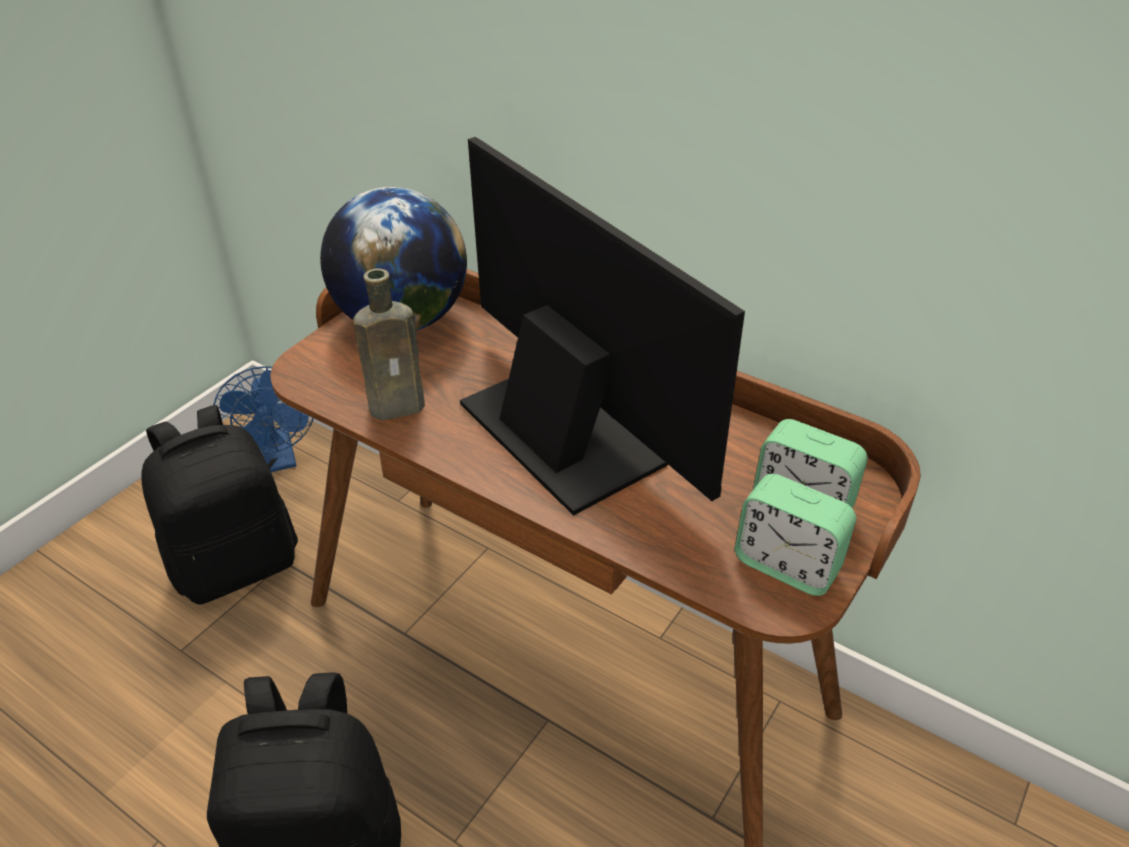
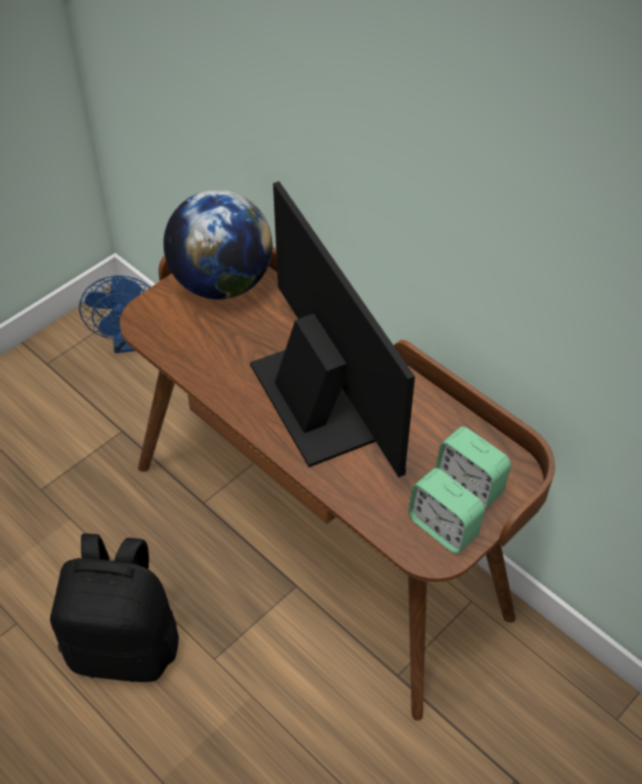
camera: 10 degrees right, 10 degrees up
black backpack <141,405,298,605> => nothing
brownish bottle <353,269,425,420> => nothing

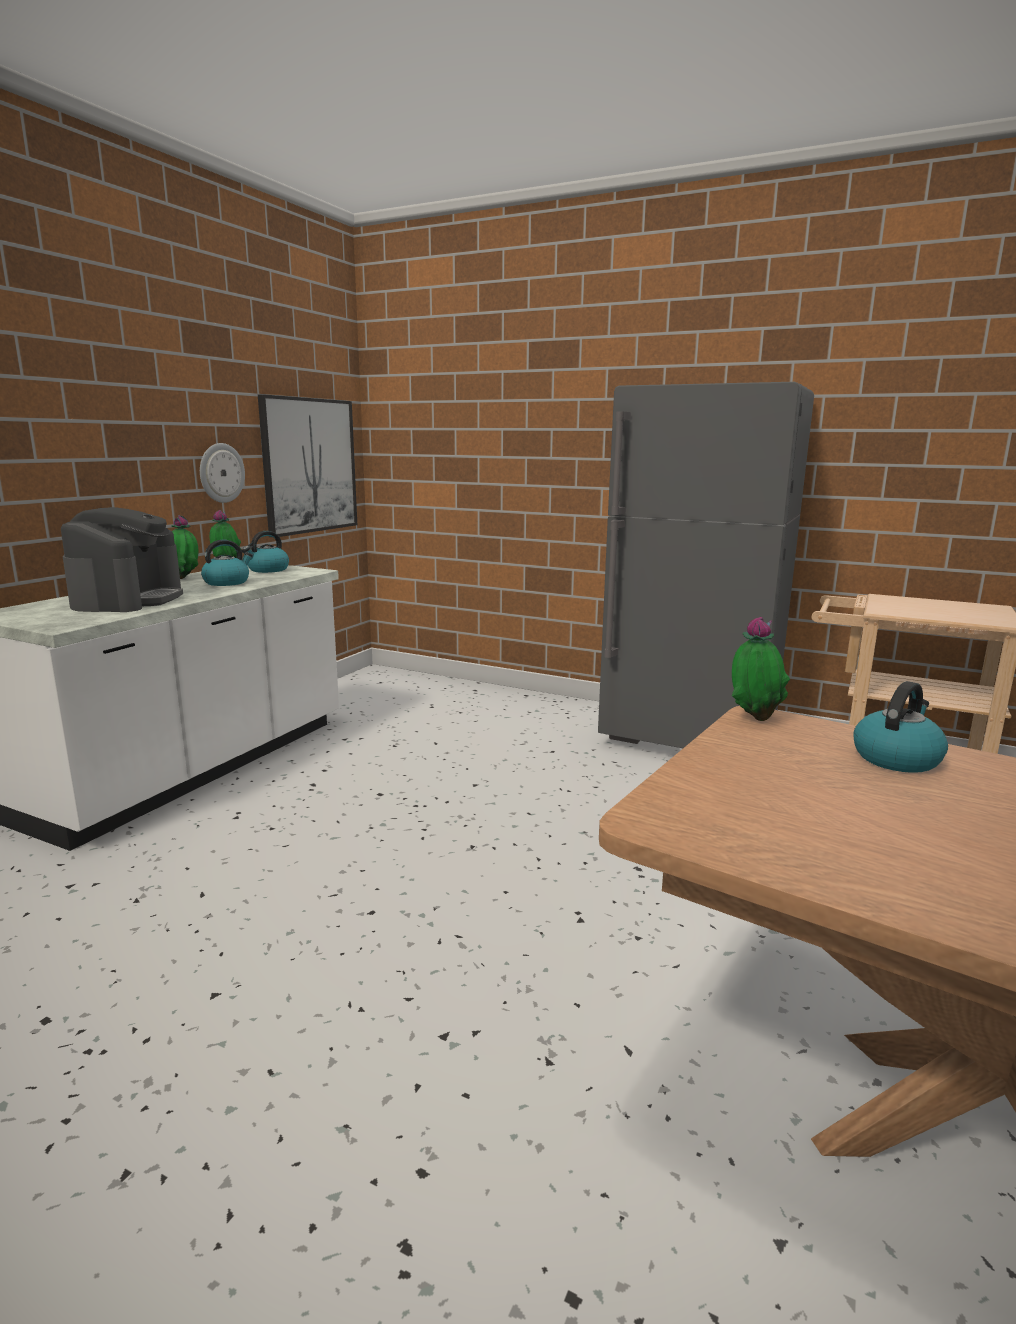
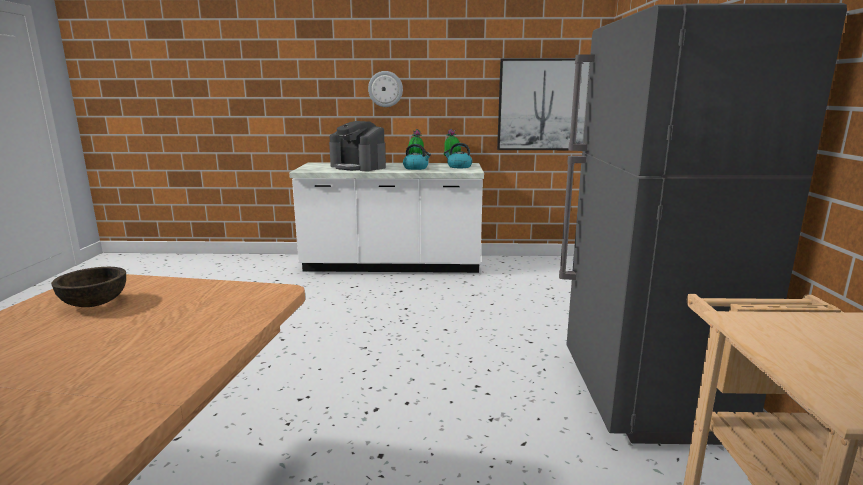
camera: 65 degrees right, 0 degrees up
coffee brewer <61,507,183,612> => coffee brewer <329,121,386,171>, 60 degrees clockwise
clock on the wall <200,443,245,503> => clock on the wall <368,71,403,107>, shifted
potted plant <732,617,790,721> => nothing
kettle <854,681,948,773> => nothing
nothing => brownish deep dish <51,267,126,307>

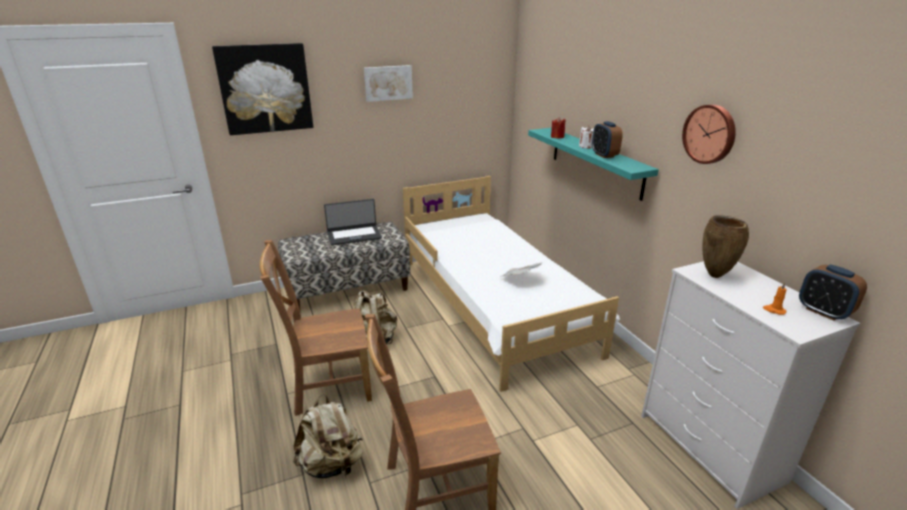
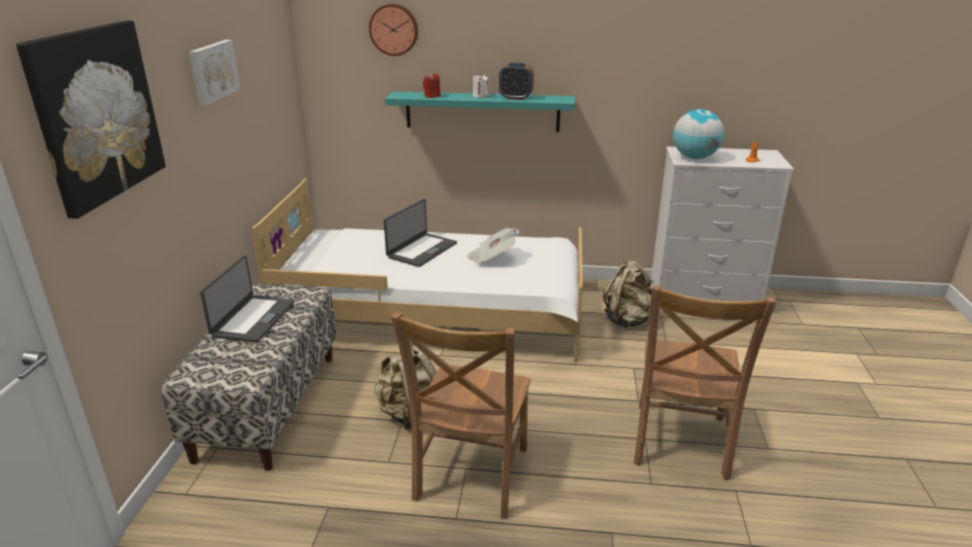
camera: 60 degrees left, 0 degrees up
sand-coloured backpack <293,394,363,478> => sand-coloured backpack <603,257,654,327>, shifted
clock on the wall <682,104,736,164> => clock on the wall <369,4,418,56>, shifted
brownish flower vase <702,215,749,278> => world globe <673,109,724,159>
alarm clock <799,264,867,321> => nothing
nothing => laptop <384,199,457,267>

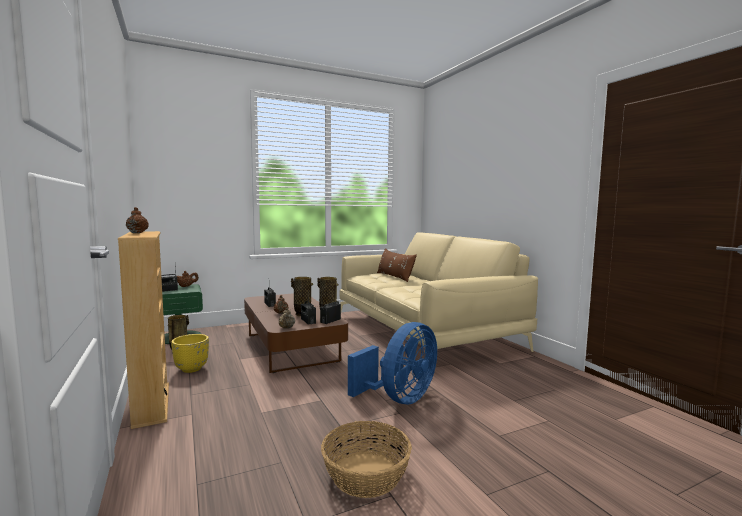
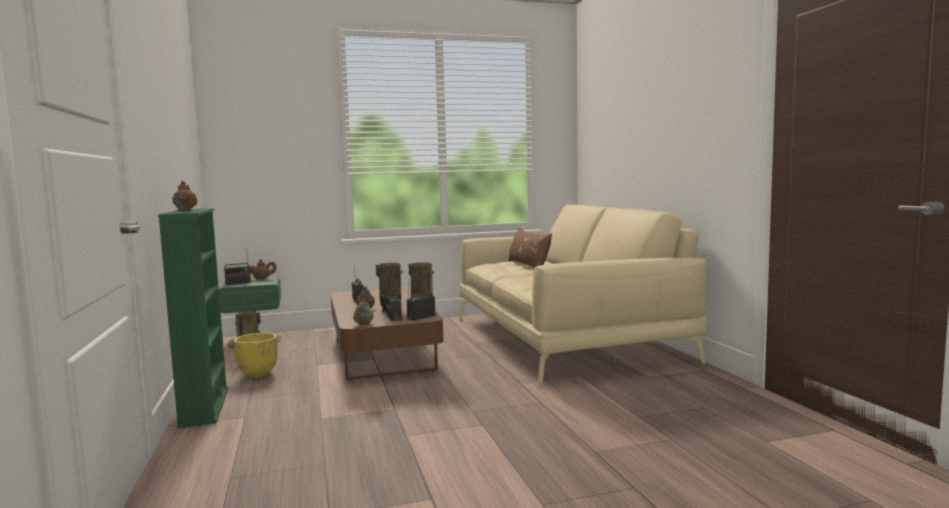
camera: 10 degrees right, 0 degrees up
sand-coloured bookshelf <118,231,169,429> => greenish bookshelf <158,208,229,428>
basket <321,421,412,498> => nothing
blue cooling fan <348,322,437,404> => nothing

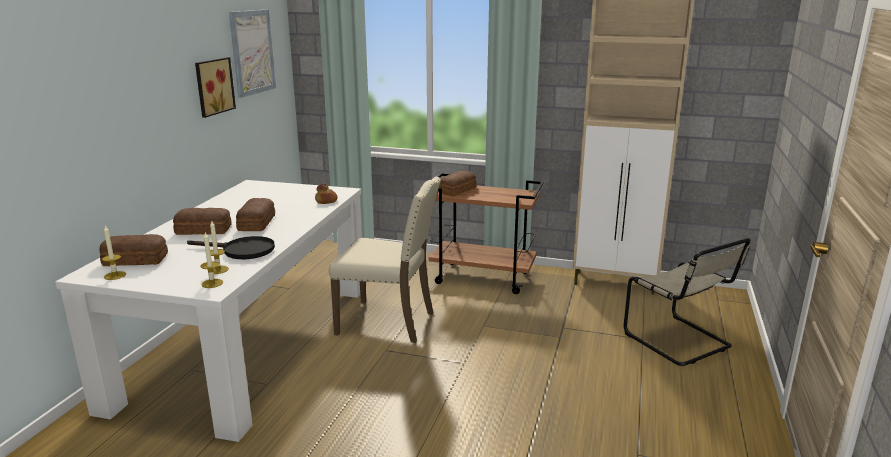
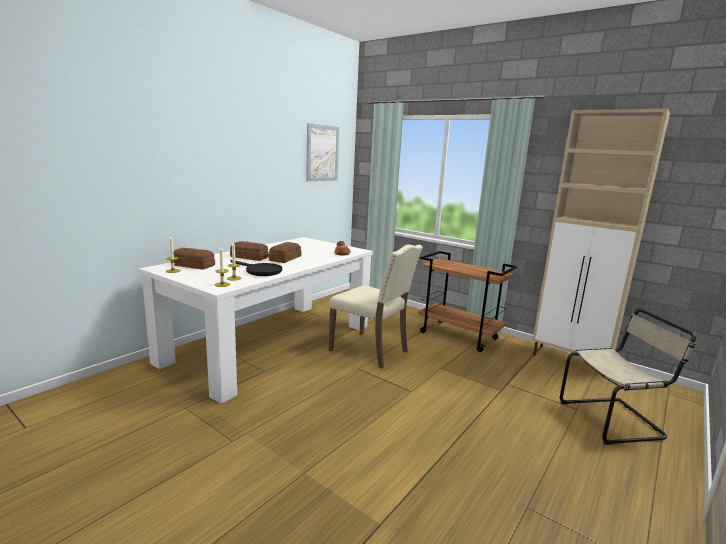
camera: 20 degrees right, 5 degrees down
picture <195,57,236,118> => nothing
bread <438,171,477,196> => nothing
sand-coloured plain chair <624,238,750,366> => sand-coloured plain chair <560,309,696,445>, 90 degrees counterclockwise

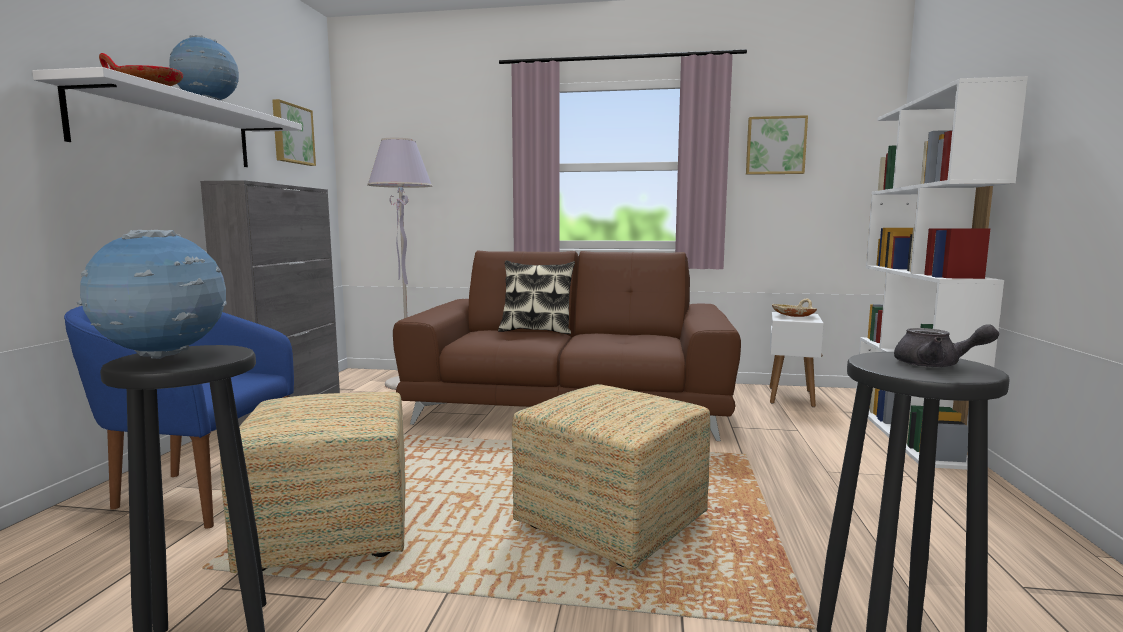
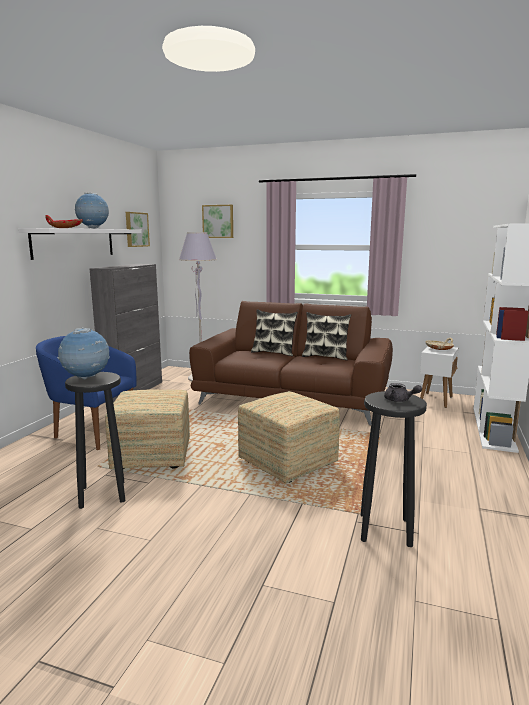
camera: 10 degrees right, 5 degrees up
picture <746,115,808,175> => picture <202,205,233,238>, shifted
nothing => pillow <302,312,351,360>

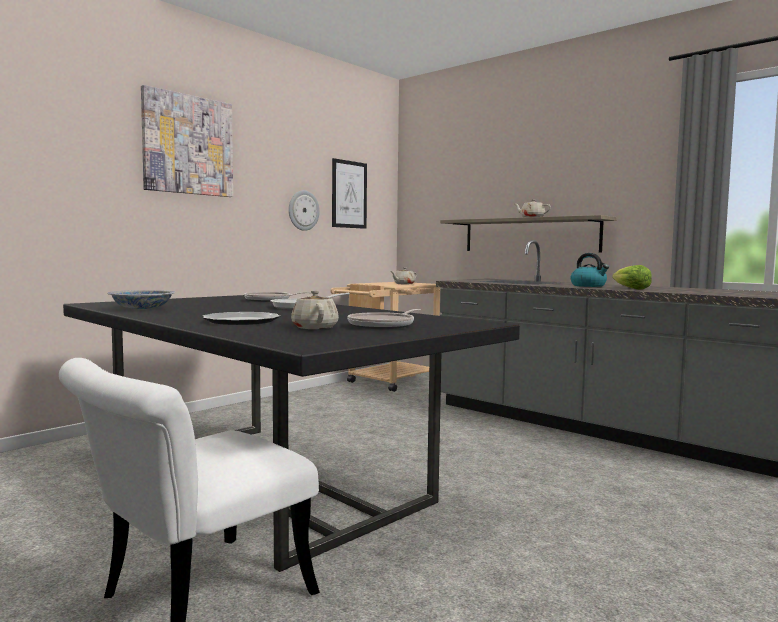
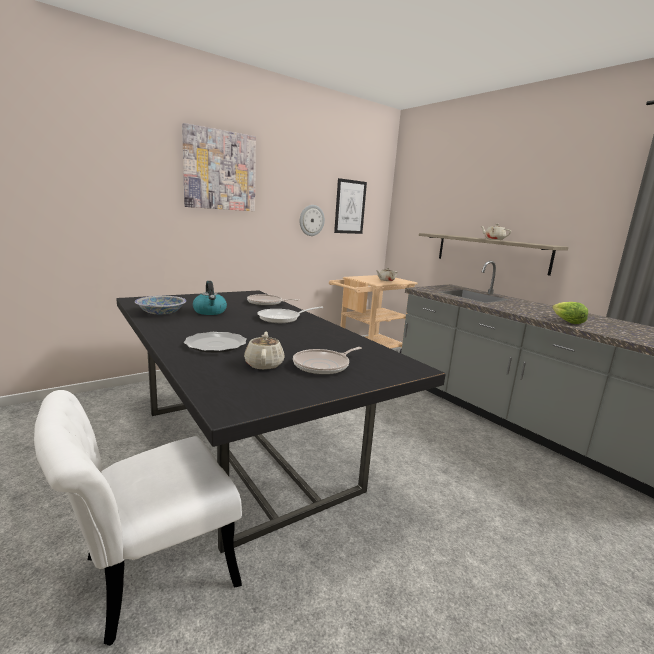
camera: 10 degrees right, 10 degrees up
kettle <571,253,609,287> => kettle <193,281,227,315>, shifted

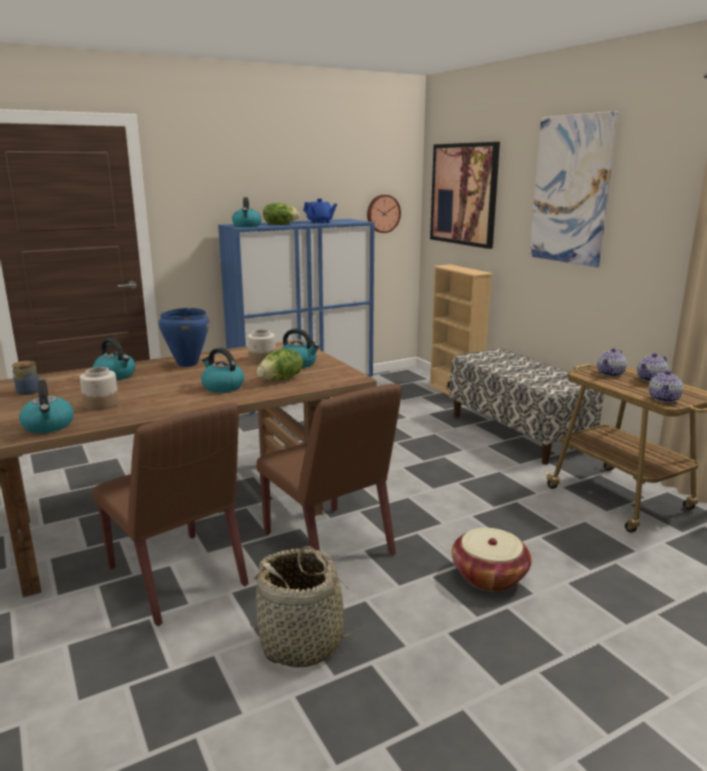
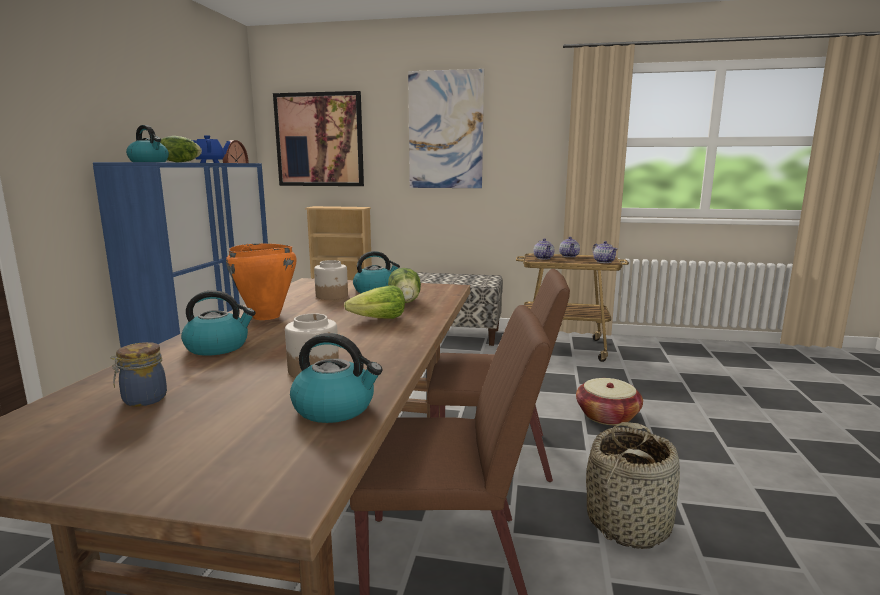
camera: 50 degrees left, 5 degrees down
blue cooking pot <158,308,209,367> => orange cooking pot <226,243,297,320>
kettle <201,348,244,393> => lettuce head <344,285,405,319>

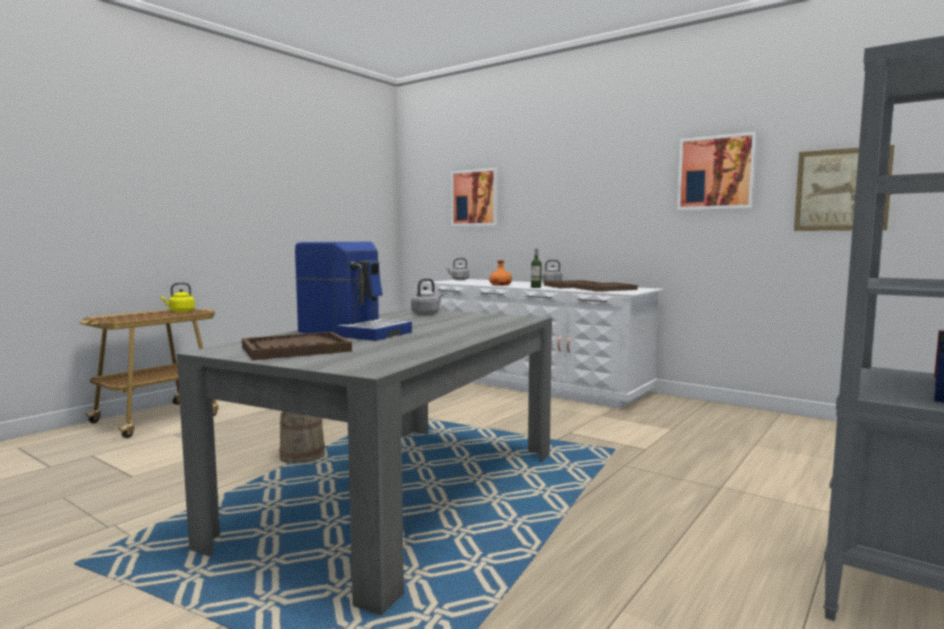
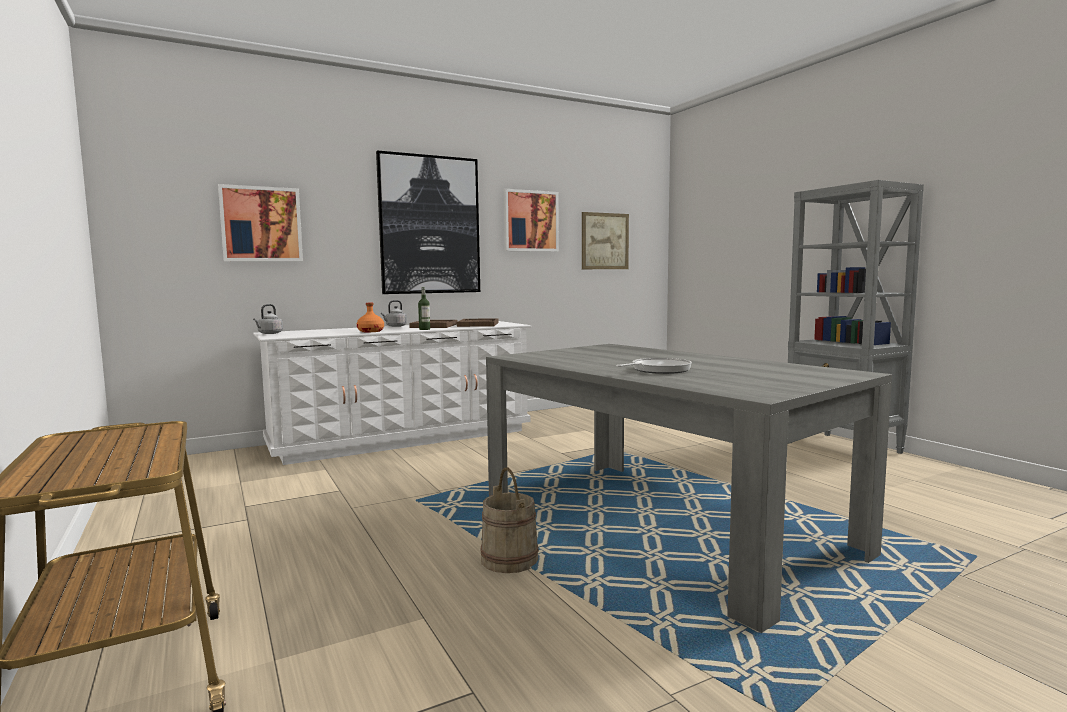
camera: 65 degrees left, 0 degrees up
yellow kettle <161,283,195,312> => nothing
brownish serving tray <242,332,352,360> => nothing
coffee brewer <295,242,412,341> => frying pan <616,358,692,374>
grey kettle <411,278,444,315> => nothing
nothing => picture <376,150,480,294>

